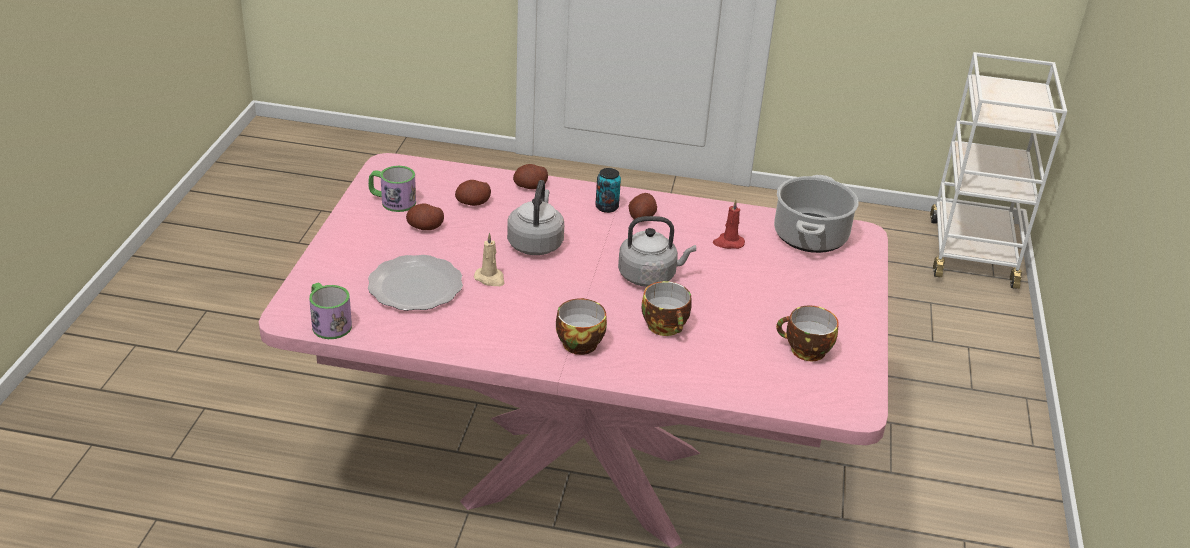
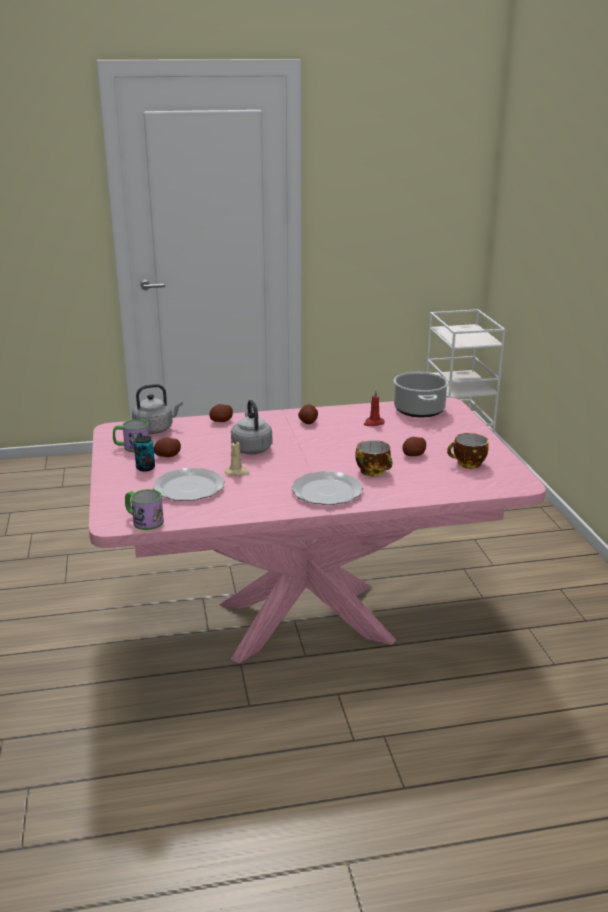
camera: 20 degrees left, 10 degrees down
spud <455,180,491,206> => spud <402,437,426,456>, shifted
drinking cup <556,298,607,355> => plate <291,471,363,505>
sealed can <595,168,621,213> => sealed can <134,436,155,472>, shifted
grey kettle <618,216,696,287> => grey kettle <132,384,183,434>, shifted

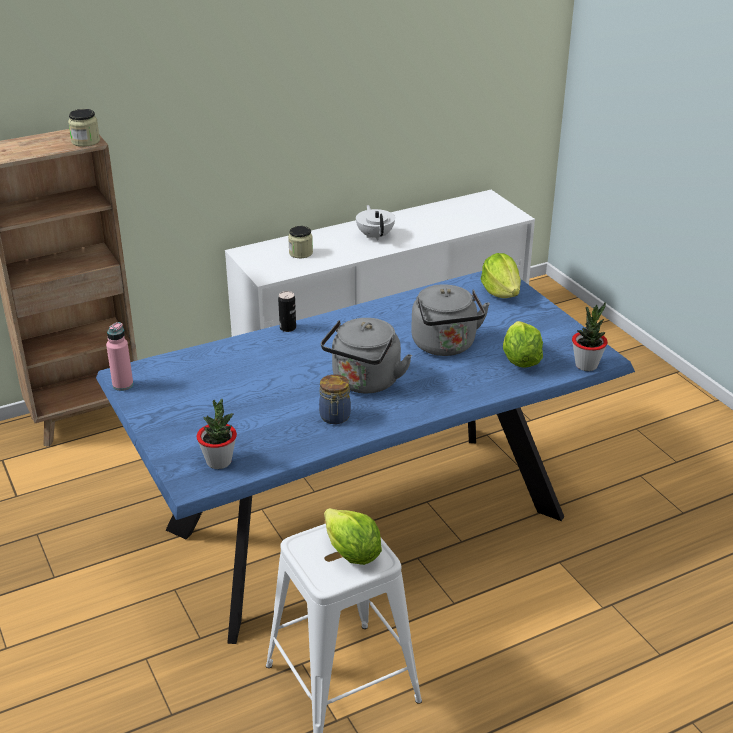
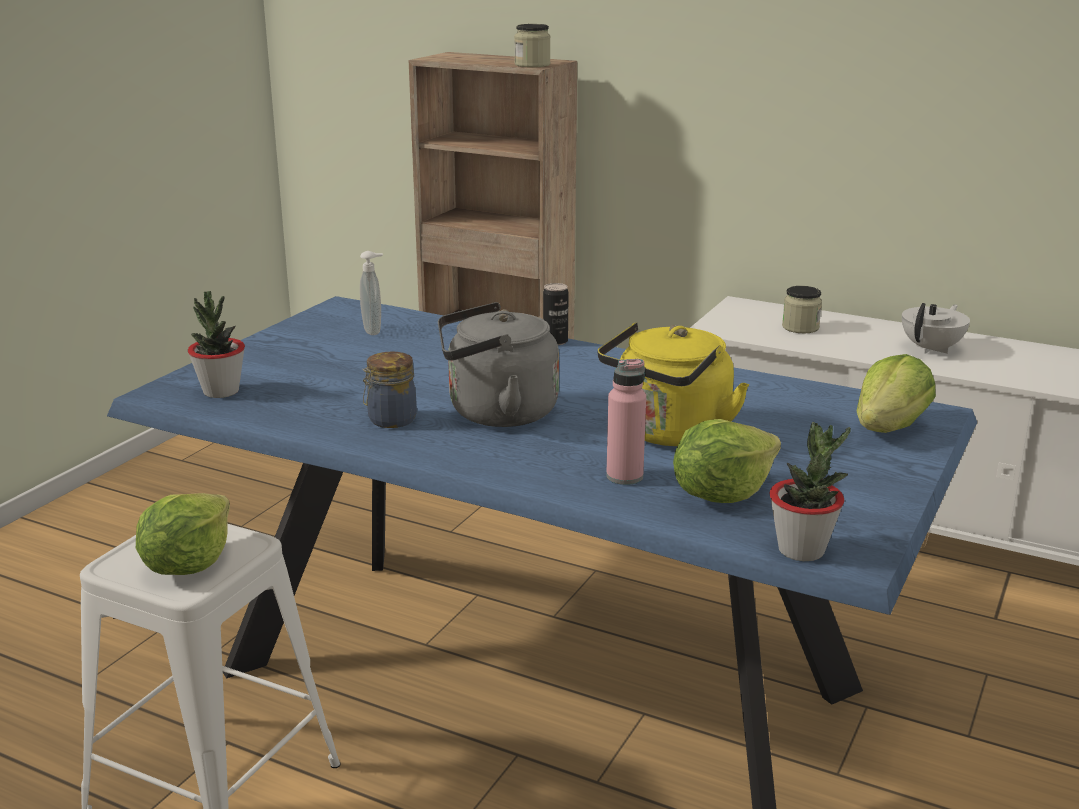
camera: 55 degrees right, 10 degrees down
pink bottle <106,322,133,391> => pink bottle <606,359,646,485>, shifted
grey kettle <411,284,490,356> => yellow kettle <598,322,749,446>
nothing => soap bottle <360,251,383,335>

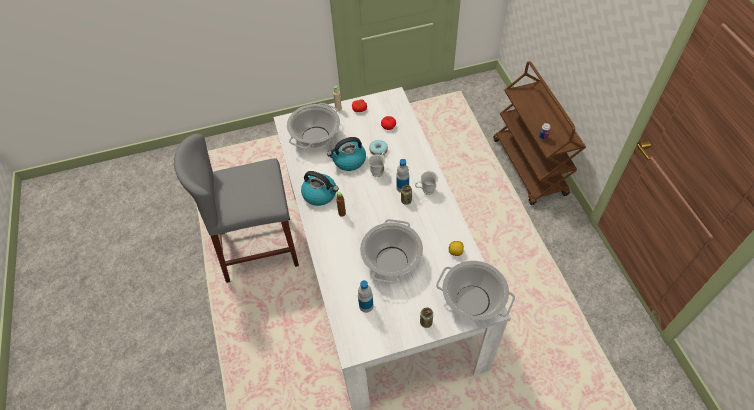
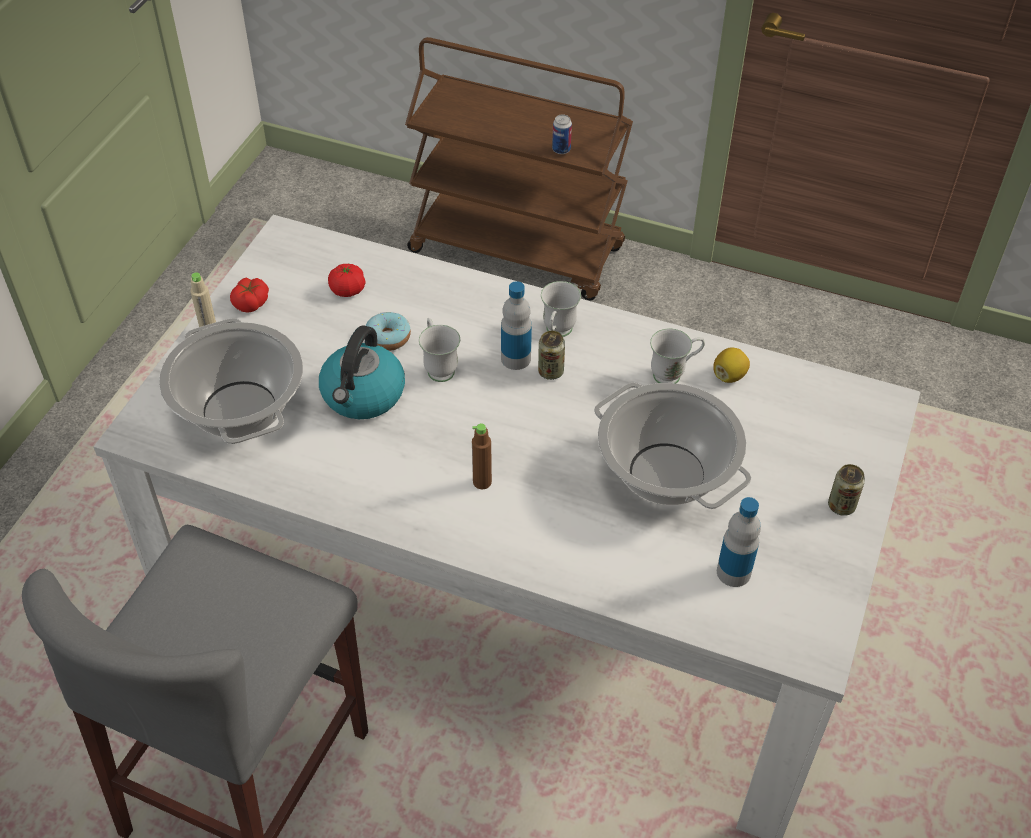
camera: 55 degrees left, 5 degrees down
kettle <301,171,339,206> => nothing
cooking pot <436,261,515,320> => nothing
nothing => white coffee mug <650,328,705,383>

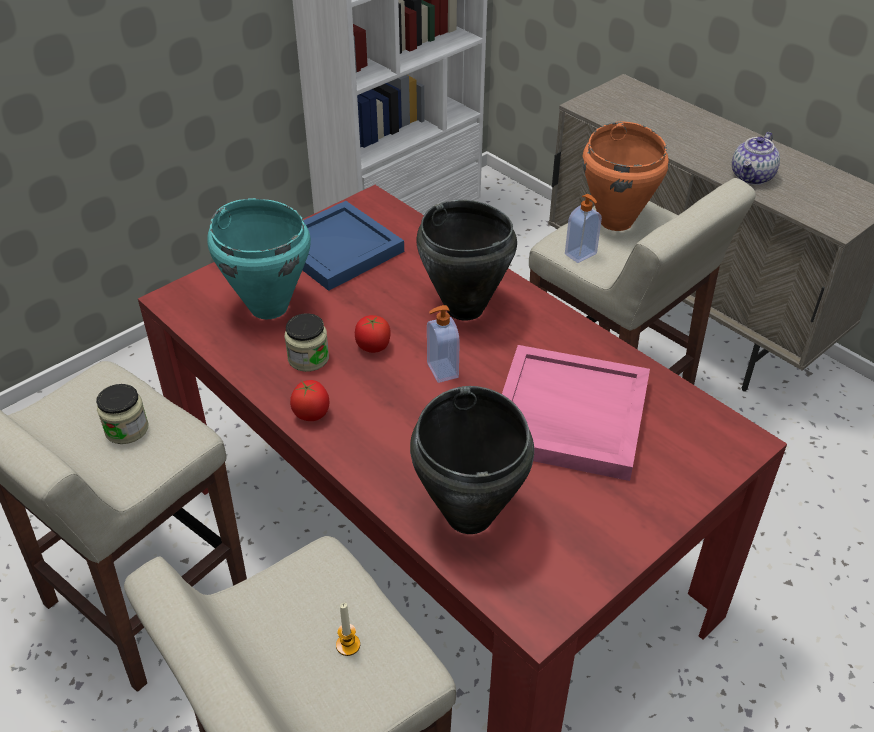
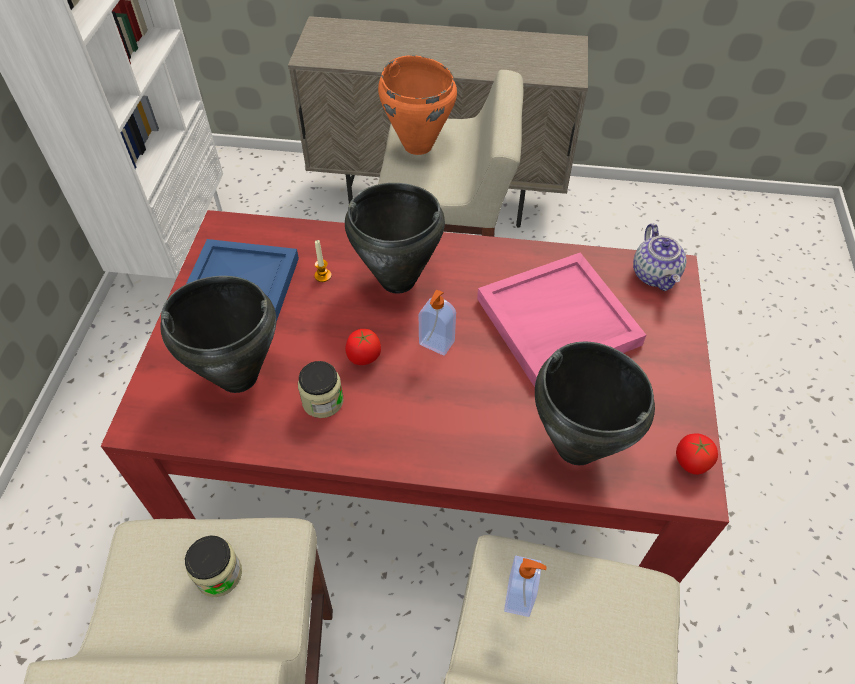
camera: 40 degrees left, 10 degrees up
blue-green cooking pot <207,198,311,319> => black cooking pot <160,276,276,393>
fresh tomato <290,380,330,421> => fresh tomato <676,433,718,475>, shifted
wax candle <336,603,360,656> => wax candle <315,240,331,282>, shifted
soap bottle <565,194,602,263> => soap bottle <504,556,547,617>, shifted
teapot <732,132,780,185> => teapot <633,224,686,291>, shifted

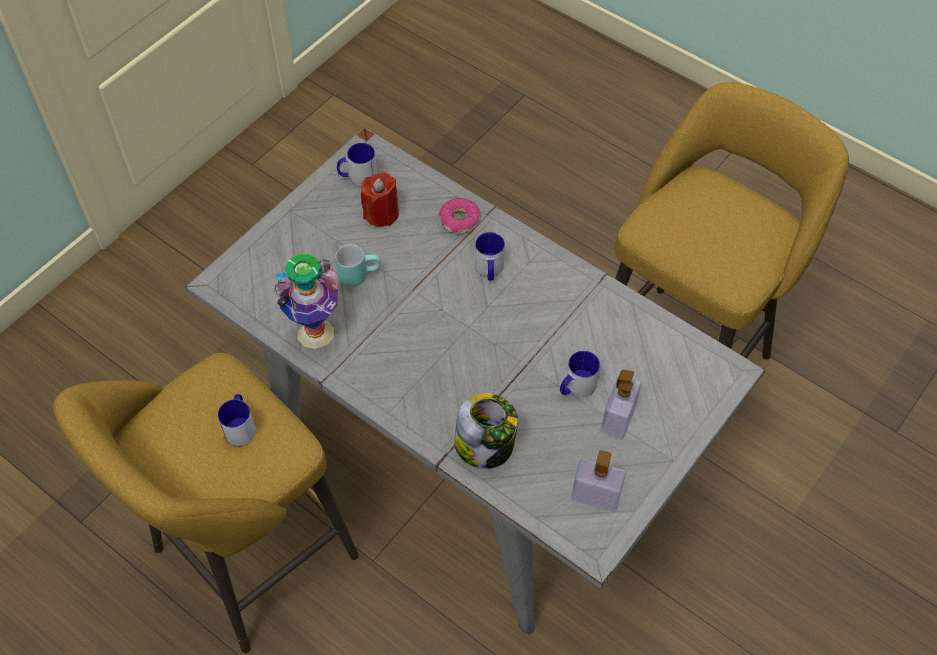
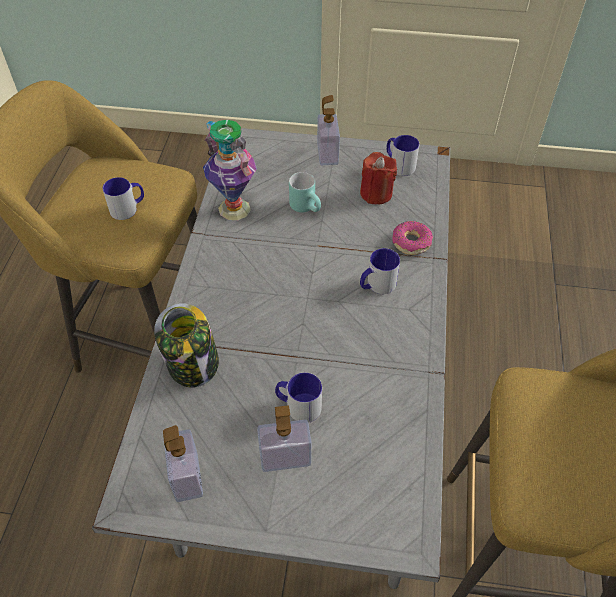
camera: 60 degrees right, 5 degrees down
nothing => soap bottle <317,95,340,165>

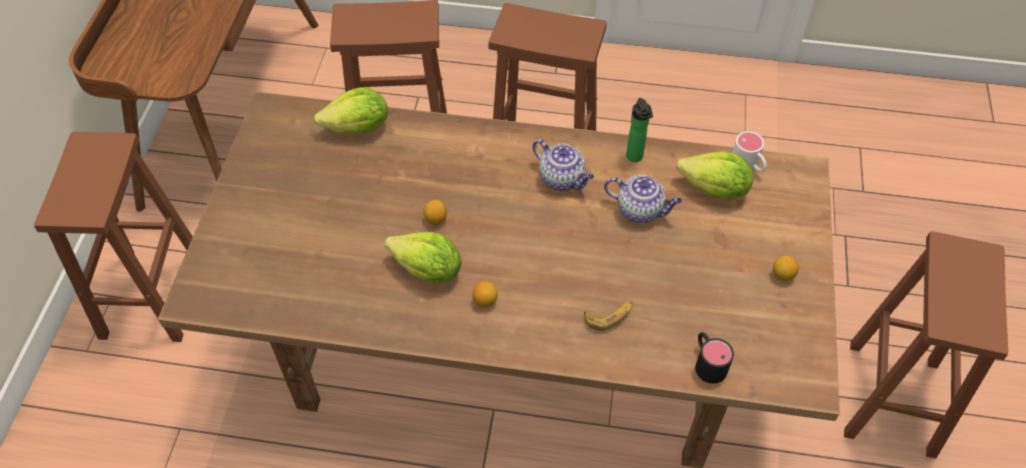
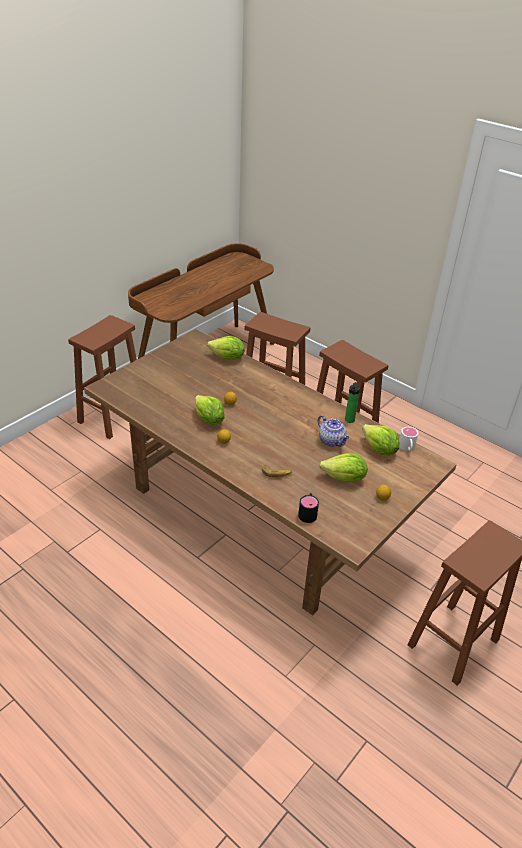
camera: 30 degrees right, 15 degrees down
teapot <533,139,594,191> => nothing
nothing => lettuce head <319,453,367,482>

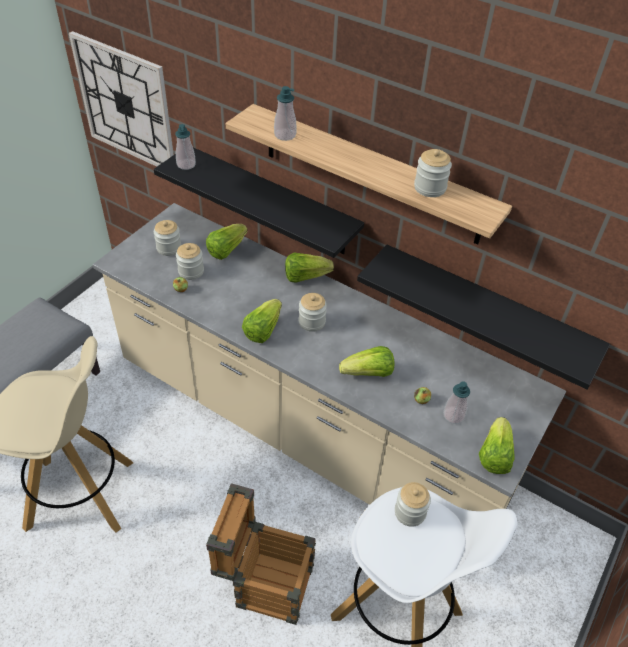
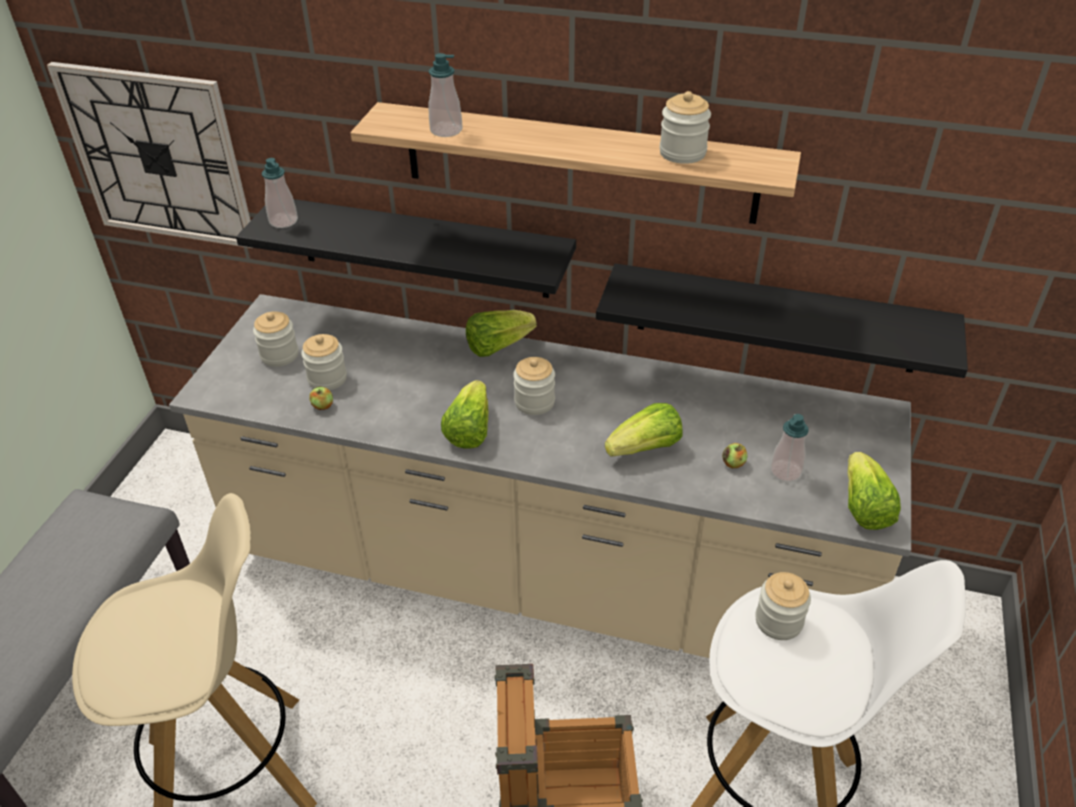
camera: 15 degrees left, 5 degrees down
lettuce head <206,224,248,260> => nothing

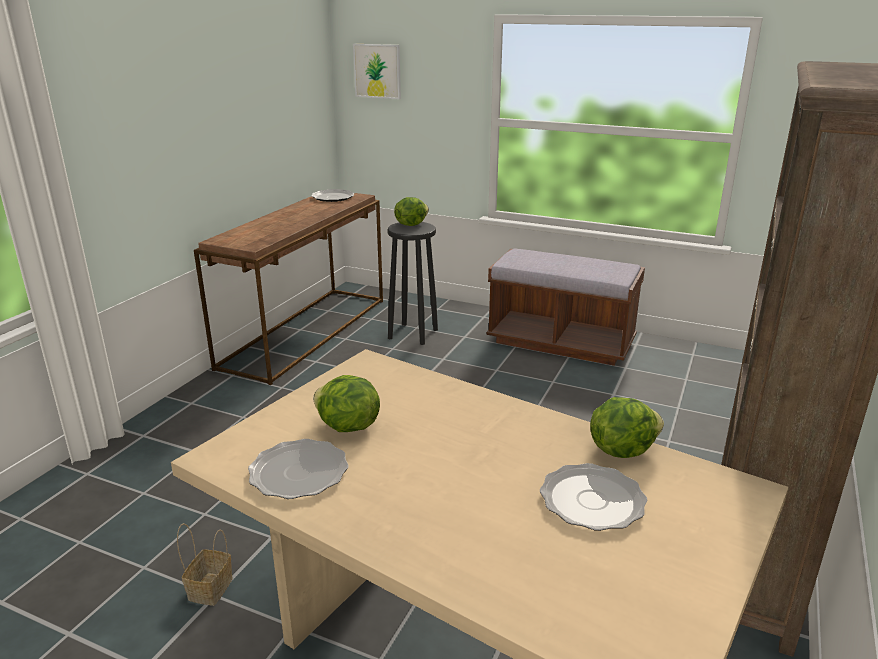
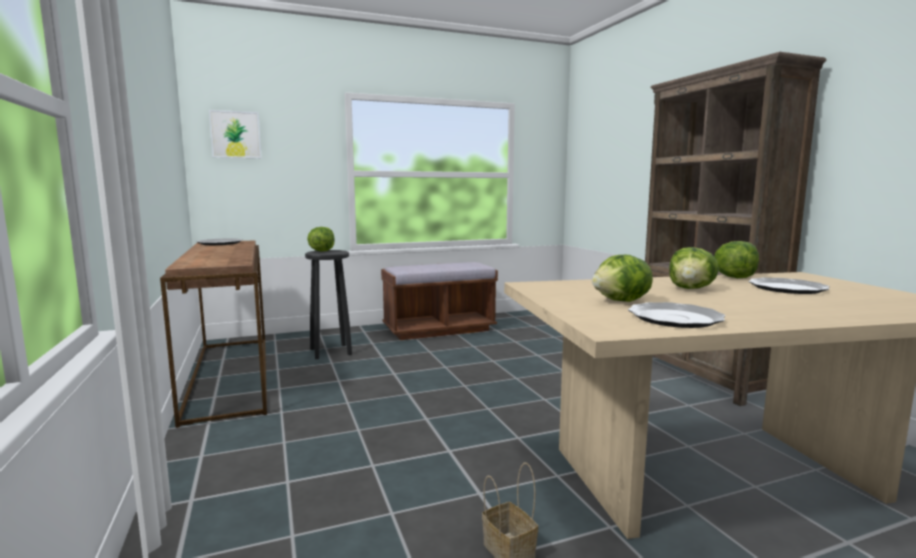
camera: 45 degrees left, 15 degrees down
nothing => lettuce head <669,247,719,289>

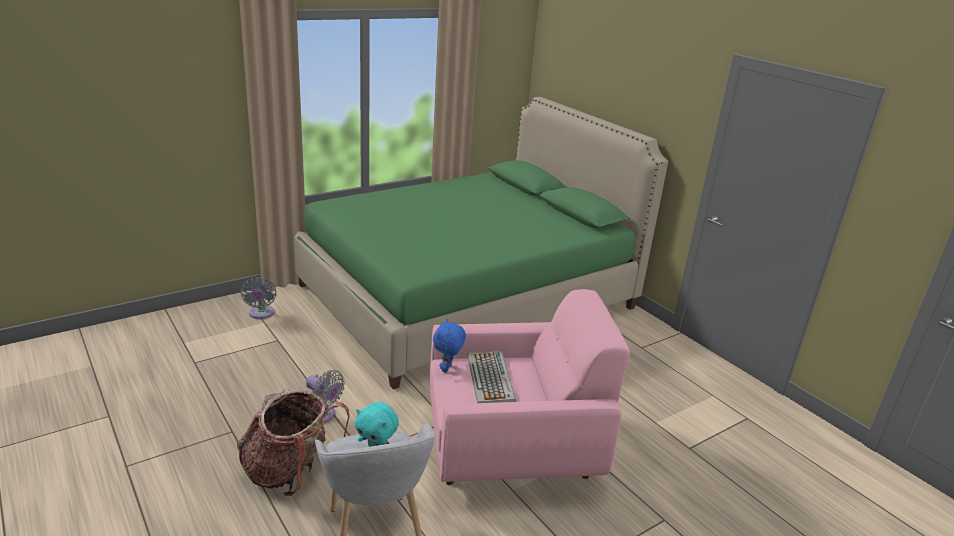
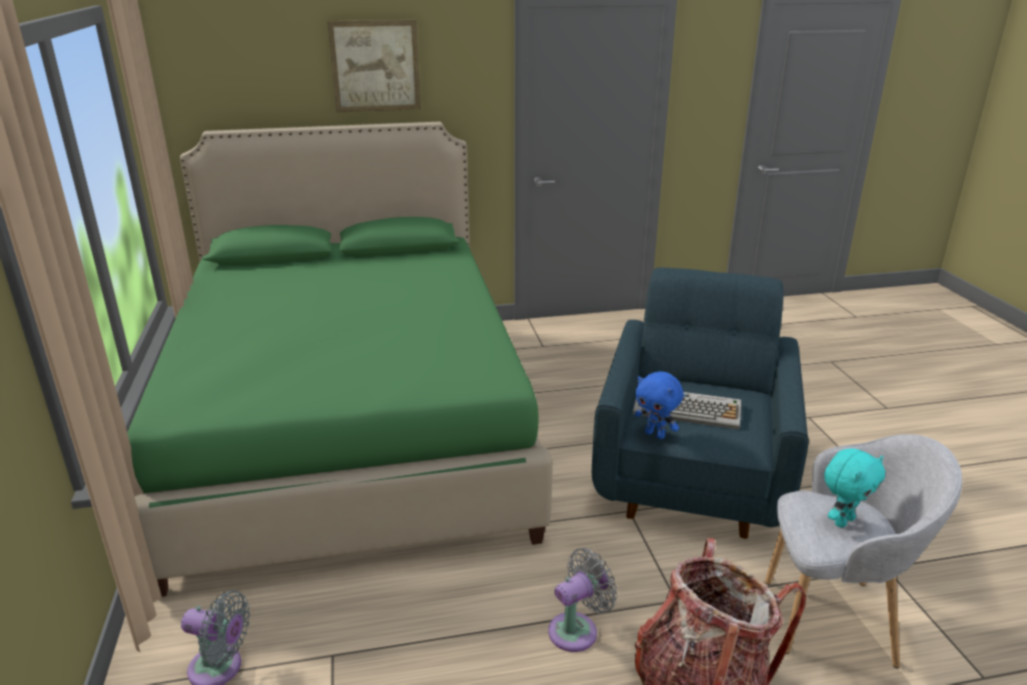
camera: 65 degrees left, 0 degrees up
pink armchair <430,289,630,485> => blue armchair <592,267,809,539>
nothing => picture <327,20,421,113>

